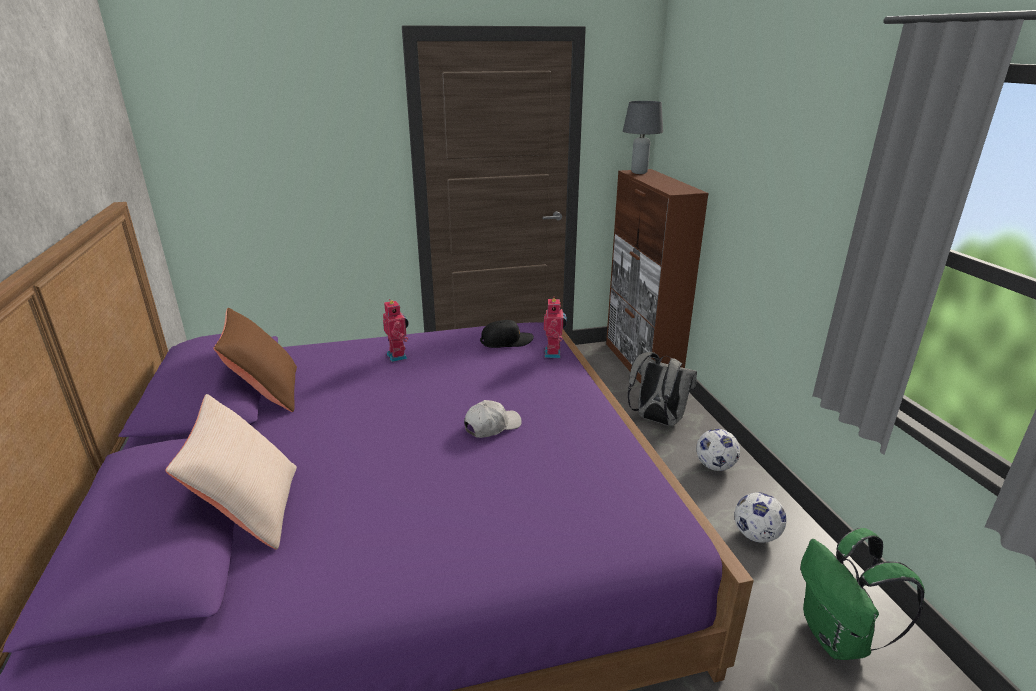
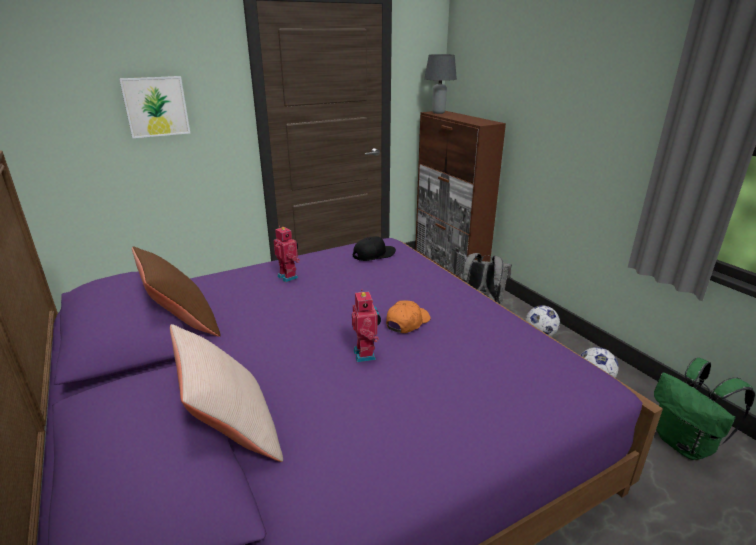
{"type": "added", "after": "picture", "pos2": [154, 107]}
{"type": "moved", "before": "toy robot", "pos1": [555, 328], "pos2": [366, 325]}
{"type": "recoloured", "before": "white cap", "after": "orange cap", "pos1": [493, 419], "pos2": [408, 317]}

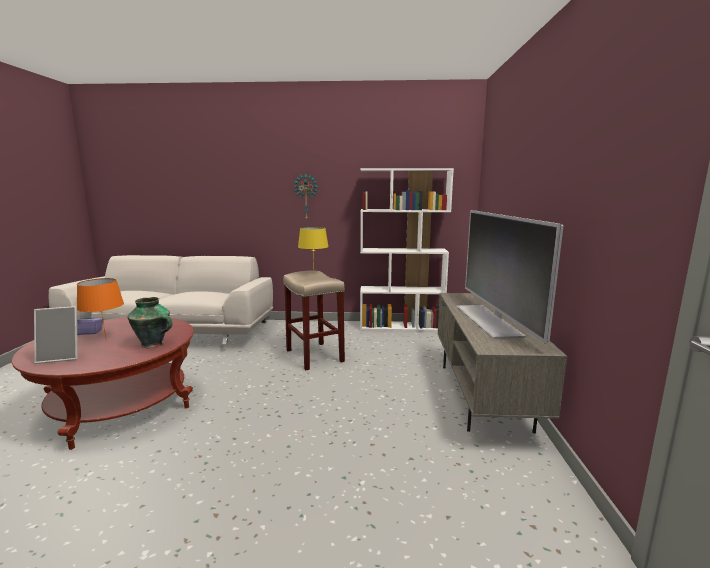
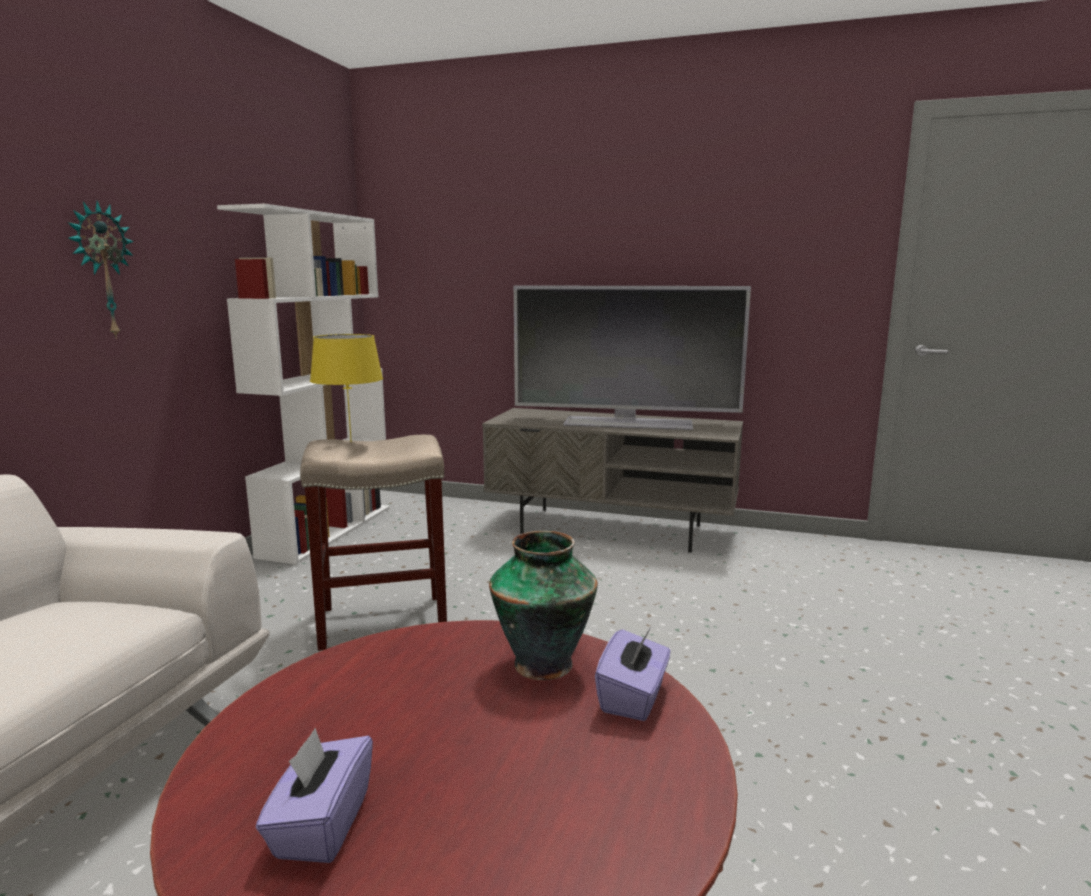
{"type": "added", "after": "purple tissue box", "pos2": [632, 675]}
{"type": "removed", "before": "picture frame", "pos1": [56, 335]}
{"type": "removed", "before": "orange table lamp", "pos1": [100, 309]}

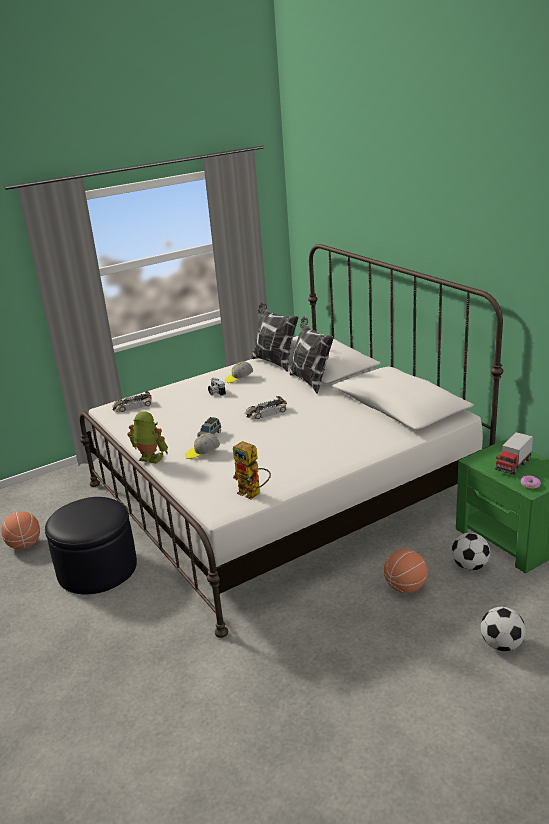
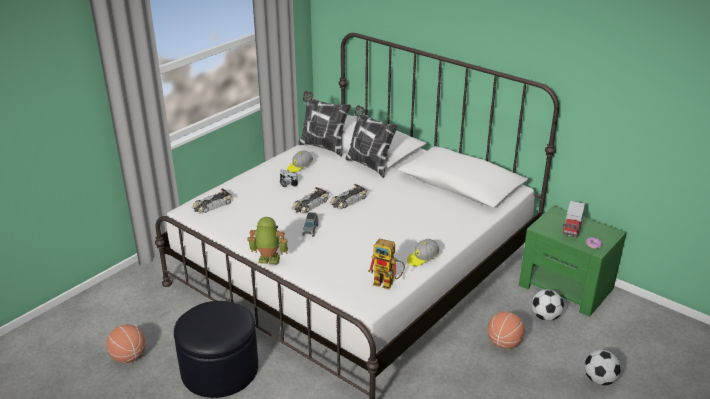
{"type": "added", "after": "toy car", "pos2": [310, 200]}
{"type": "moved", "before": "cap", "pos1": [202, 446], "pos2": [423, 252]}

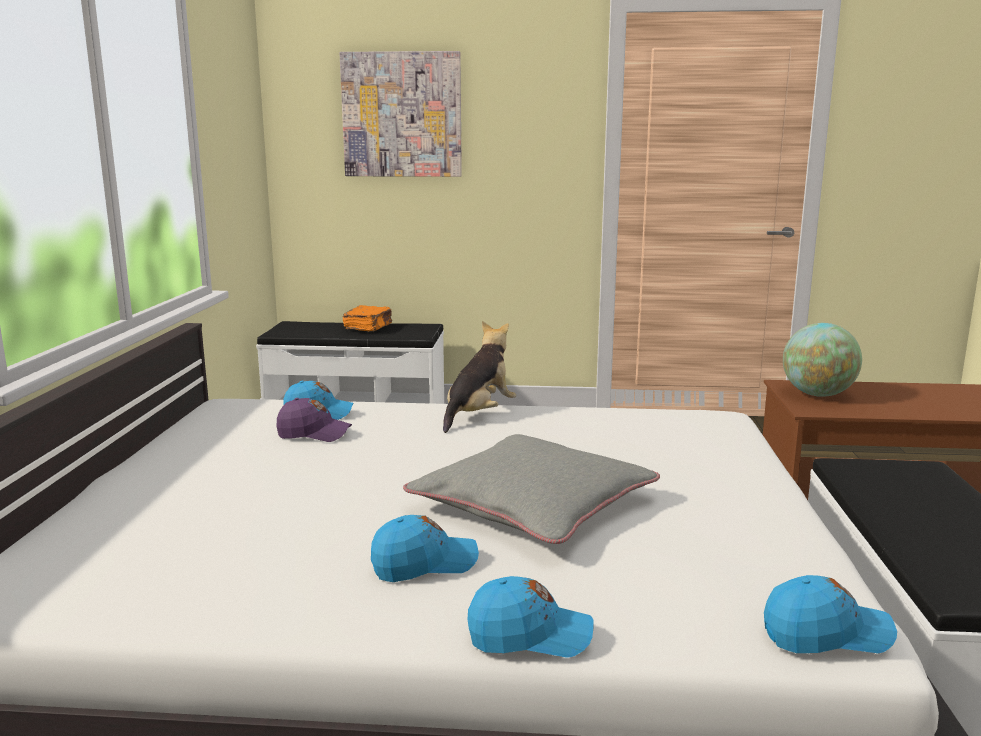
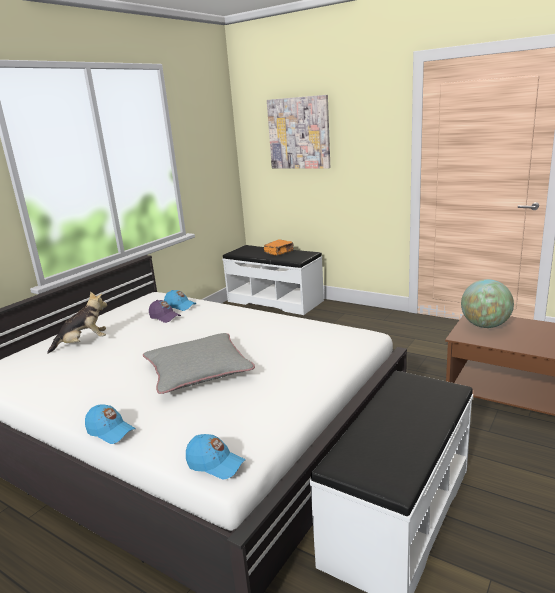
{"type": "moved", "before": "plush toy", "pos1": [479, 377], "pos2": [77, 322]}
{"type": "removed", "before": "blue cap", "pos1": [425, 548]}

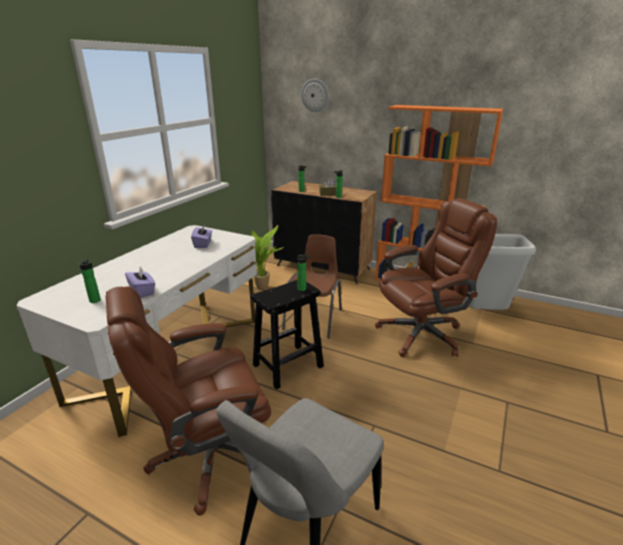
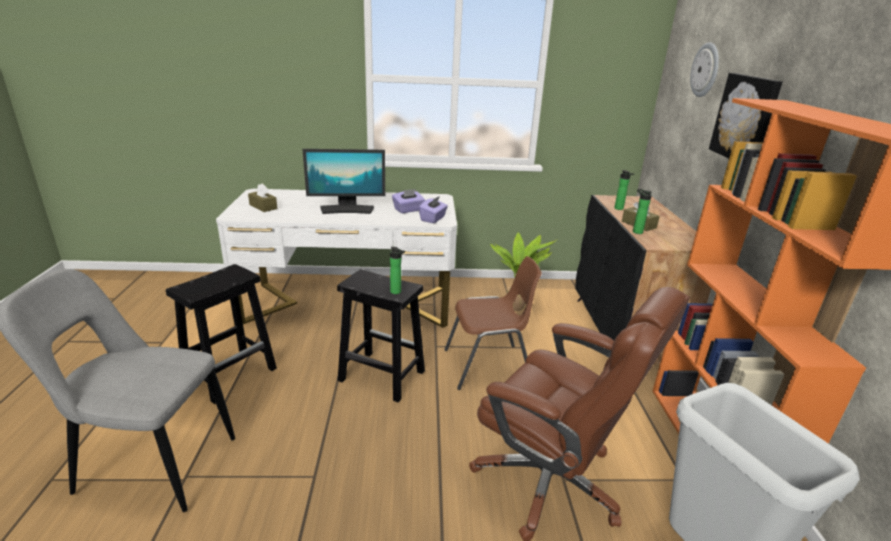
{"type": "replaced", "before": "brown office chair", "after": "black stool", "pos1": [188, 401], "pos2": [221, 334]}
{"type": "replaced", "before": "bottle", "after": "brown tissue box", "pos1": [90, 280], "pos2": [262, 197]}
{"type": "added", "after": "monitor", "pos2": [344, 181]}
{"type": "moved", "before": "purple tissue box", "pos1": [140, 282], "pos2": [433, 209]}
{"type": "added", "after": "picture", "pos2": [745, 115]}

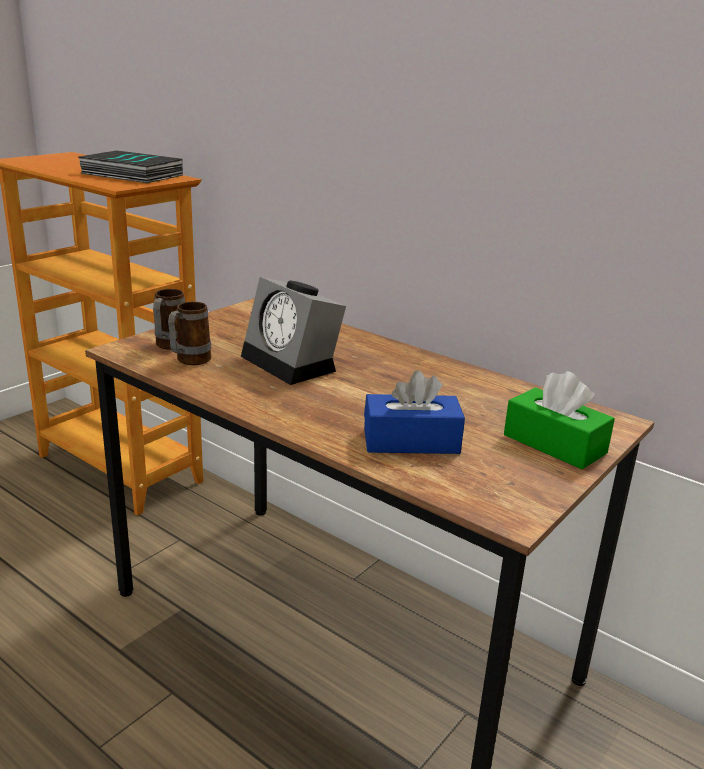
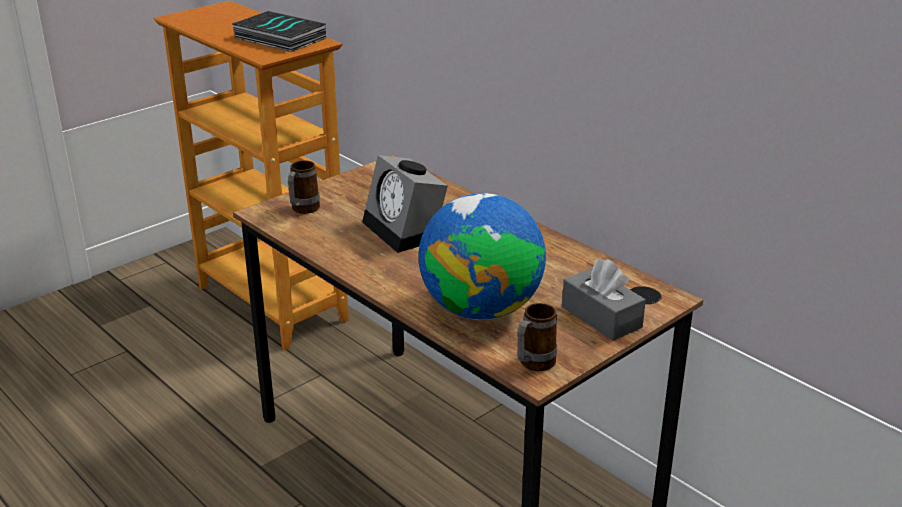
{"type": "replaced", "before": "blue tissue box", "after": "globe", "pos1": [414, 412], "pos2": [482, 256]}
{"type": "moved", "before": "mug", "pos1": [189, 333], "pos2": [537, 337]}
{"type": "recoloured", "before": "green tissue box", "after": "grey tissue box", "pos1": [559, 420], "pos2": [604, 300]}

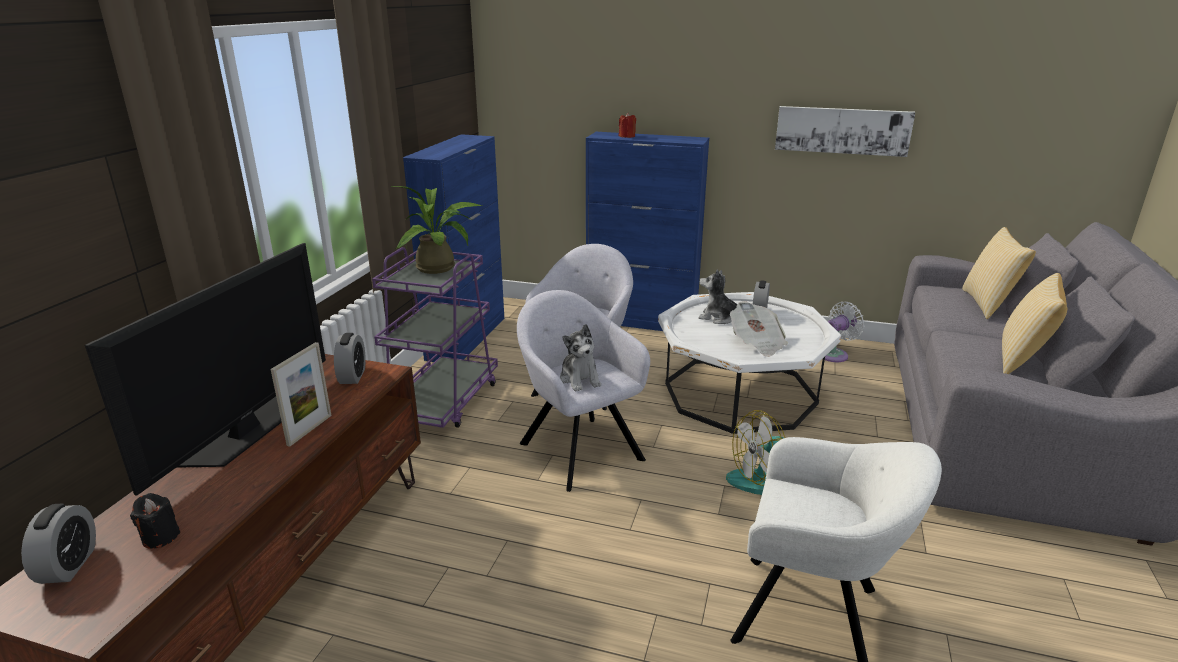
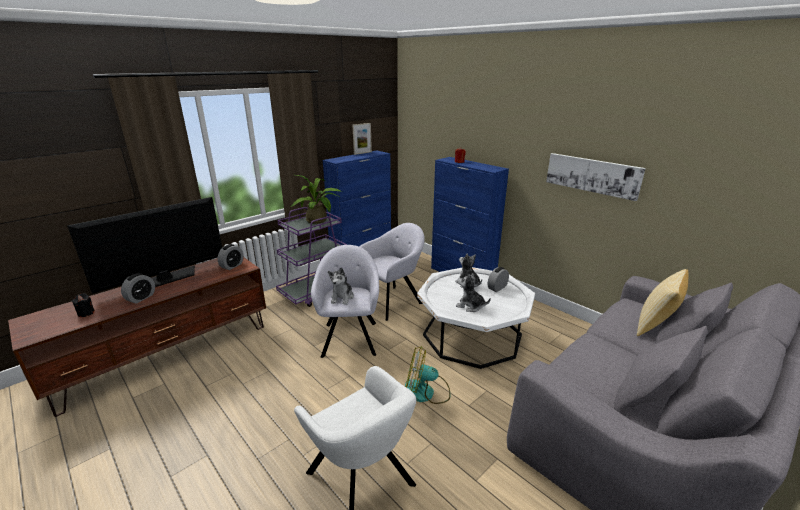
{"type": "moved", "before": "alarm clock", "pos1": [58, 544], "pos2": [138, 288]}
{"type": "moved", "before": "picture frame", "pos1": [301, 394], "pos2": [362, 139]}
{"type": "replaced", "before": "newspaper", "after": "plush toy", "pos1": [759, 329], "pos2": [473, 292]}
{"type": "removed", "before": "white fan", "pos1": [845, 332]}
{"type": "removed", "before": "pillow", "pos1": [1034, 323]}

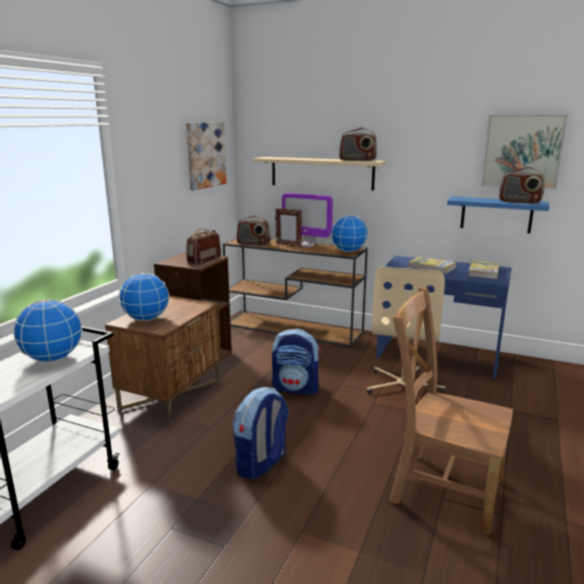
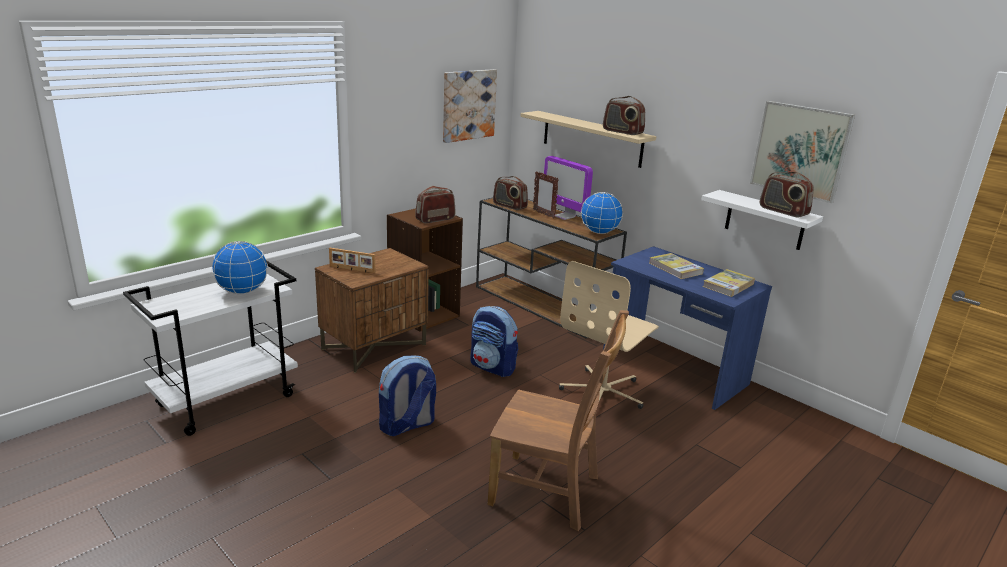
{"type": "replaced", "before": "globe", "after": "picture frame", "pos1": [144, 296], "pos2": [352, 260]}
{"type": "turned", "before": "brown chair", "pos1": [451, 411], "pos2": [558, 420], "turn": 150}
{"type": "recoloured", "before": "blue shelf", "after": "white shelf", "pos1": [498, 214], "pos2": [762, 220]}

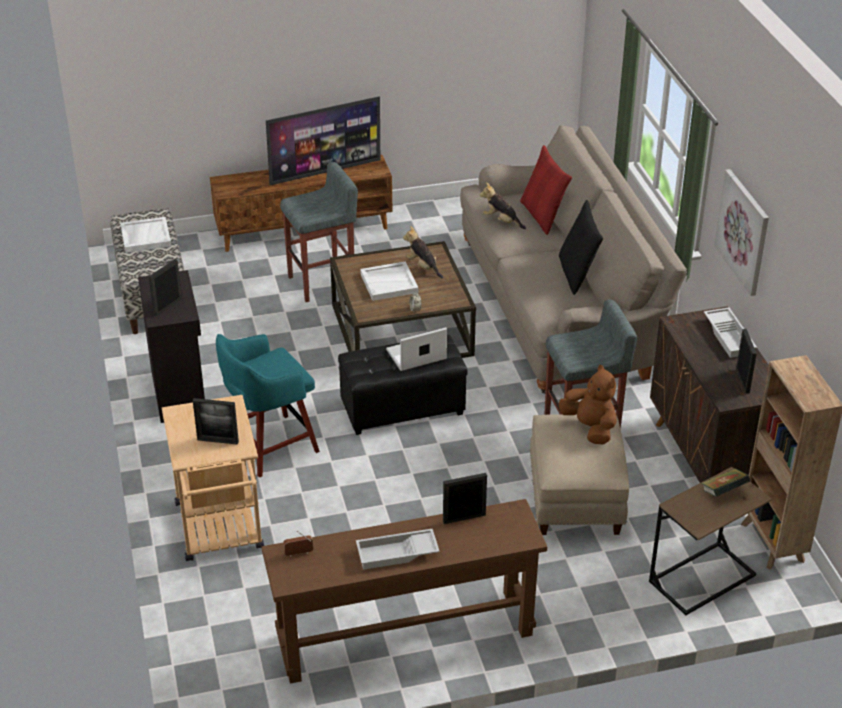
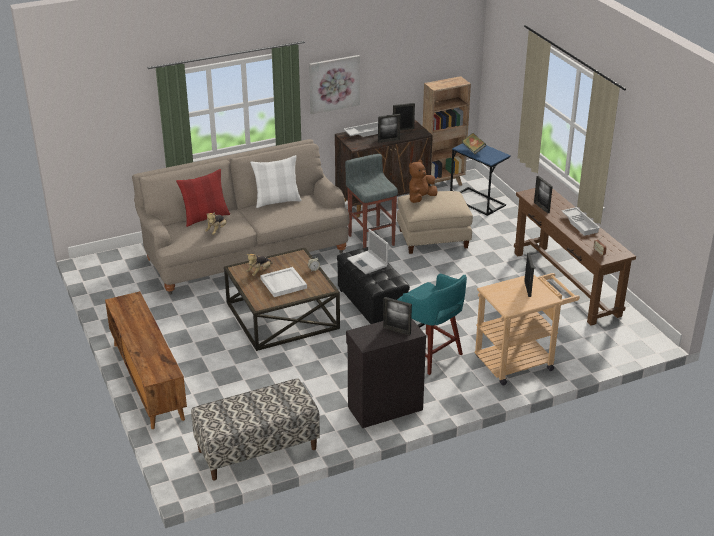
{"type": "recoloured", "before": "black pillow", "after": "white pillow", "pos1": [581, 247], "pos2": [276, 181]}
{"type": "added", "after": "picture frame", "pos2": [389, 128]}
{"type": "recoloured", "before": "brown side table", "after": "blue side table", "pos1": [710, 541], "pos2": [480, 179]}
{"type": "removed", "before": "white tray", "pos1": [145, 235]}
{"type": "removed", "before": "television", "pos1": [323, 140]}
{"type": "removed", "before": "grey stool", "pos1": [319, 232]}

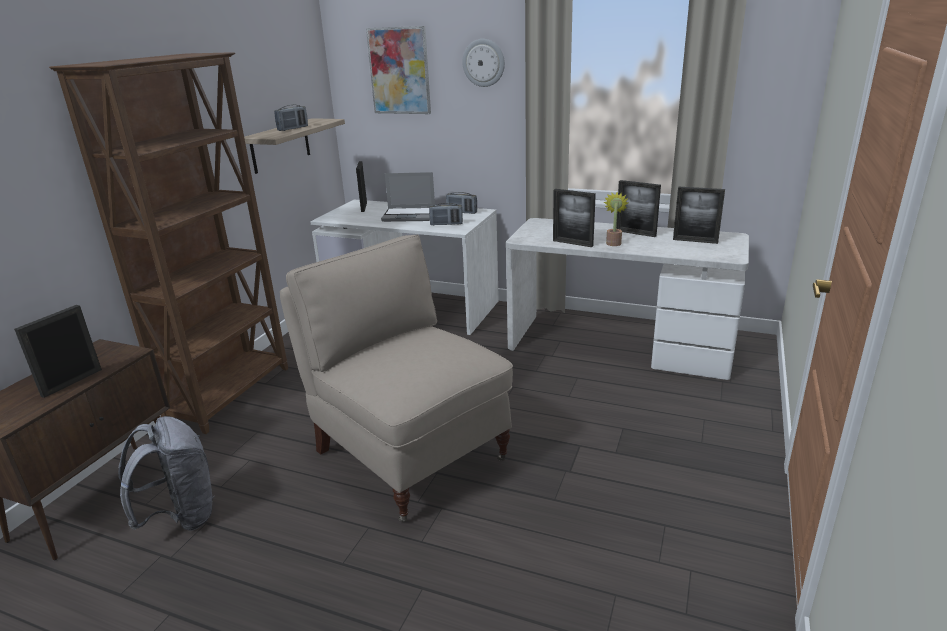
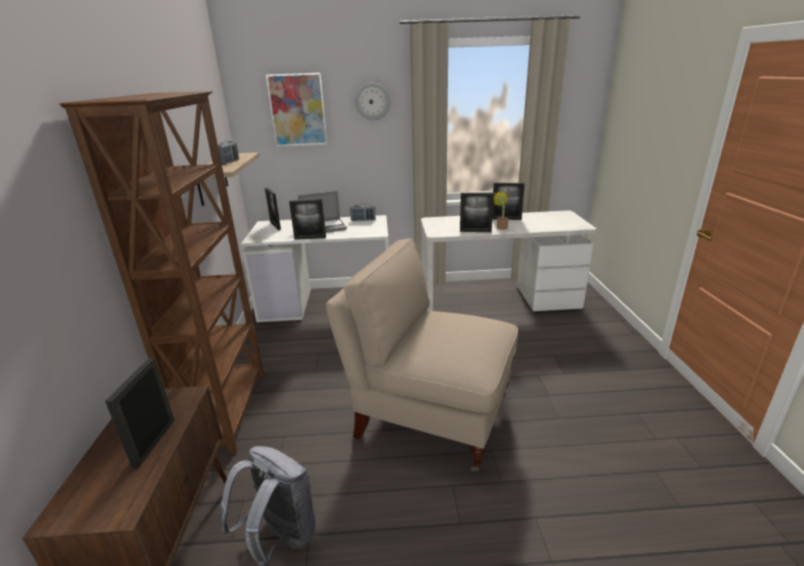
{"type": "moved", "before": "picture frame", "pos1": [699, 215], "pos2": [307, 219]}
{"type": "removed", "before": "radio", "pos1": [446, 214]}

